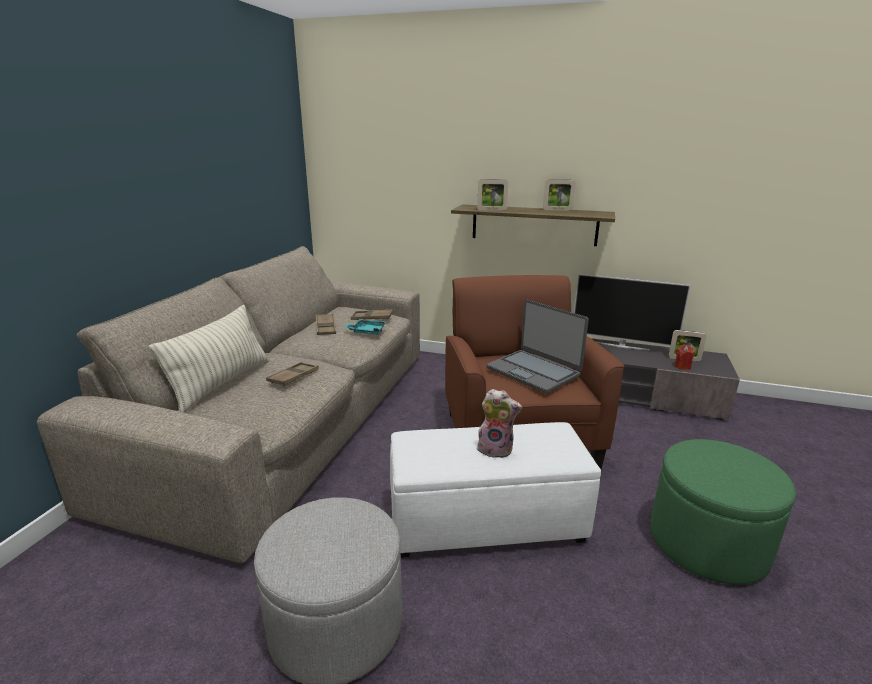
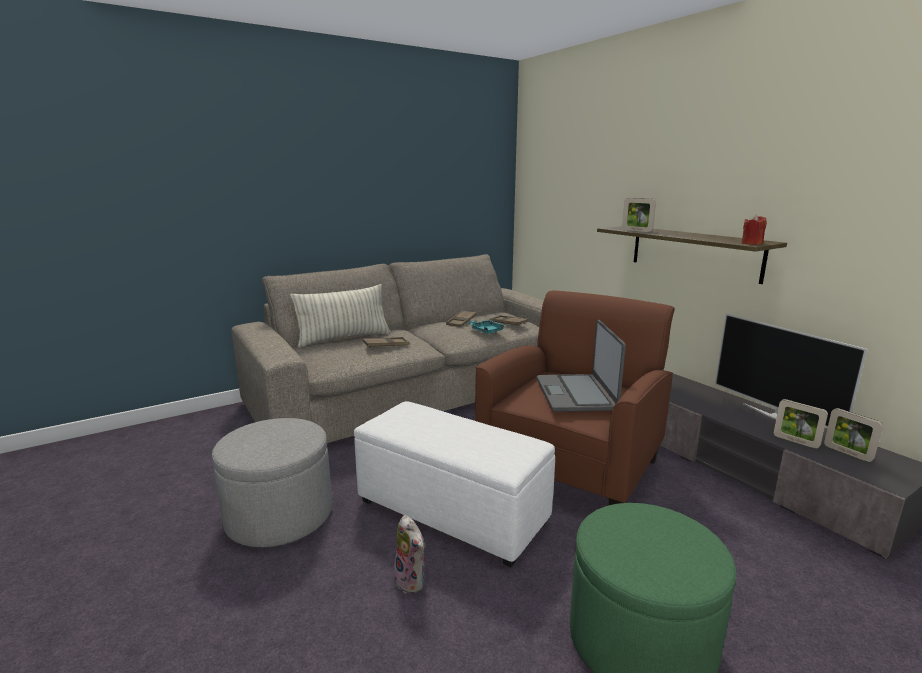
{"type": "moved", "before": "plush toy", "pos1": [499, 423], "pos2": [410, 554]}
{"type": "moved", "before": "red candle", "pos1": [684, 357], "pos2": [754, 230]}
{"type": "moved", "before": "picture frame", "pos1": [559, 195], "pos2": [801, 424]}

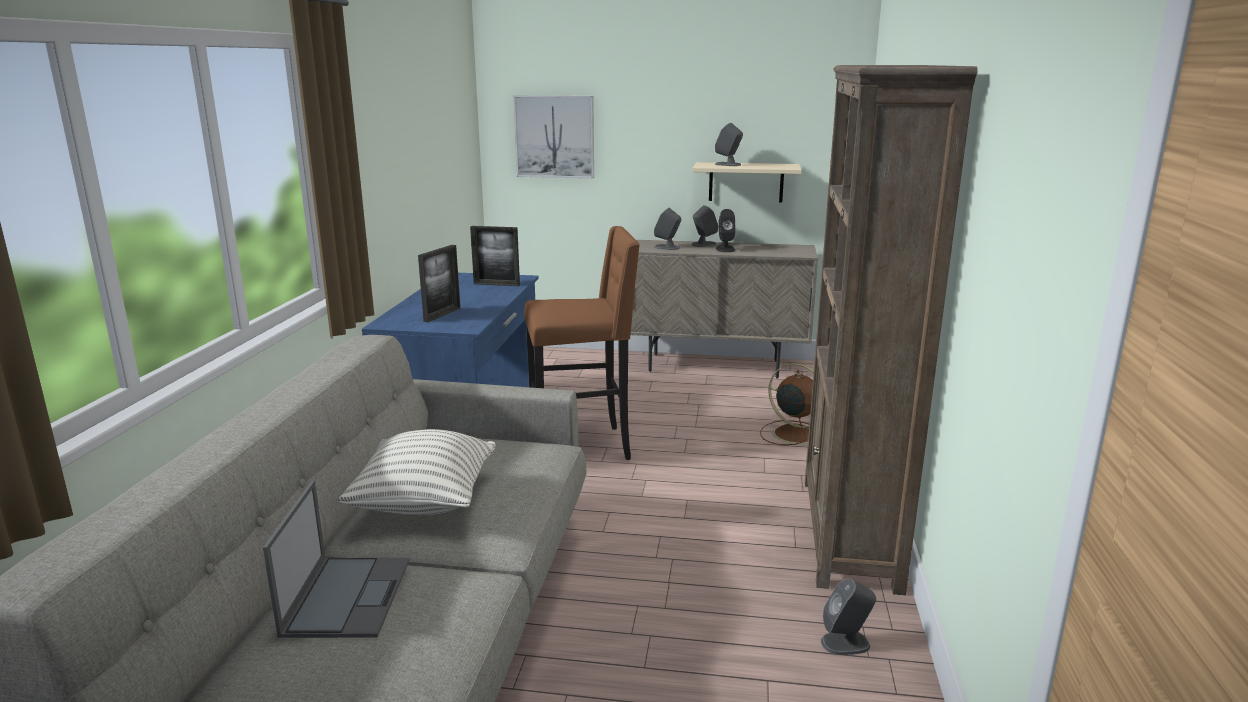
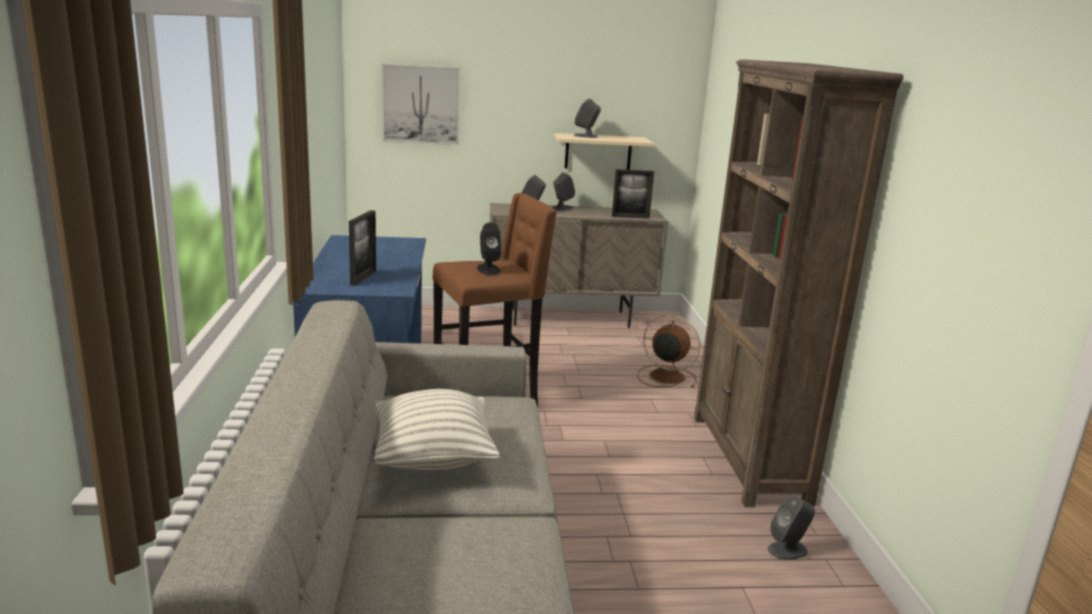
{"type": "moved", "before": "black speaker", "pos1": [725, 230], "pos2": [489, 248]}
{"type": "moved", "before": "picture frame", "pos1": [495, 256], "pos2": [633, 194]}
{"type": "removed", "before": "laptop", "pos1": [336, 559]}

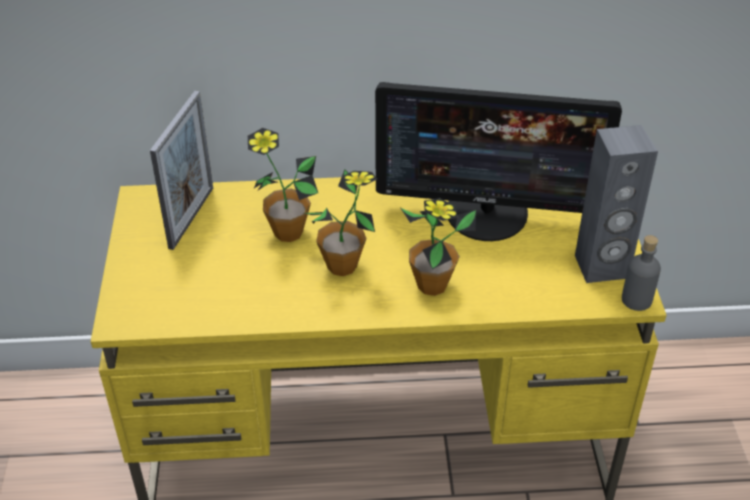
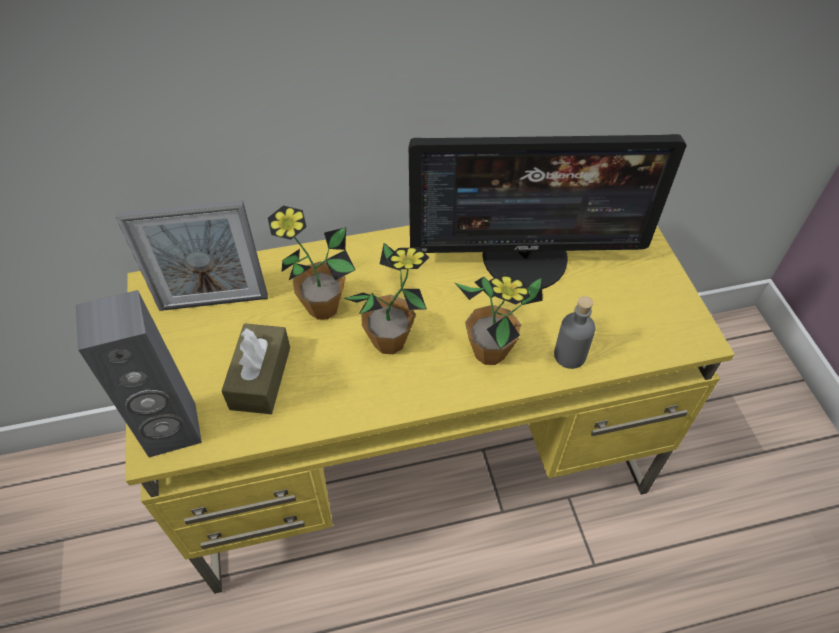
{"type": "moved", "before": "grey speaker", "pos1": [616, 204], "pos2": [139, 373]}
{"type": "turned", "before": "picture frame", "pos1": [181, 170], "pos2": [192, 255], "turn": 75}
{"type": "added", "after": "brown tissue box", "pos2": [256, 369]}
{"type": "moved", "before": "grey bottle", "pos1": [641, 273], "pos2": [574, 332]}

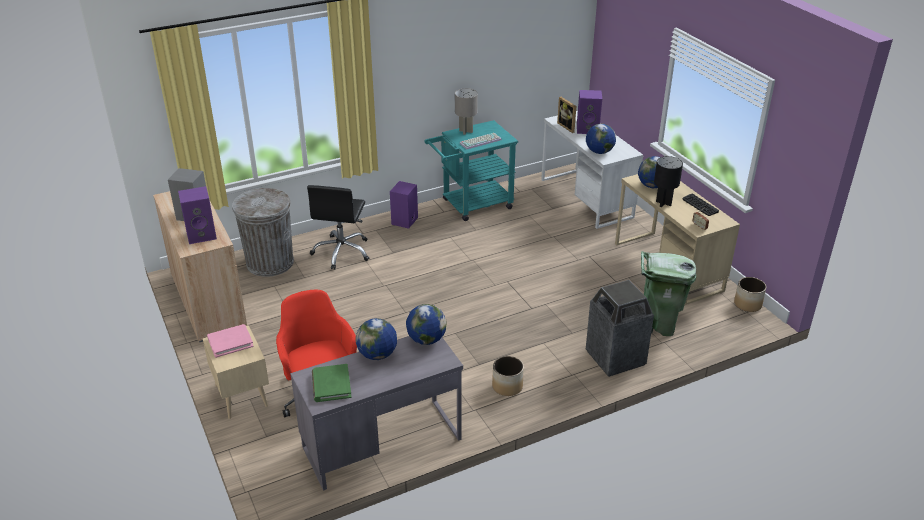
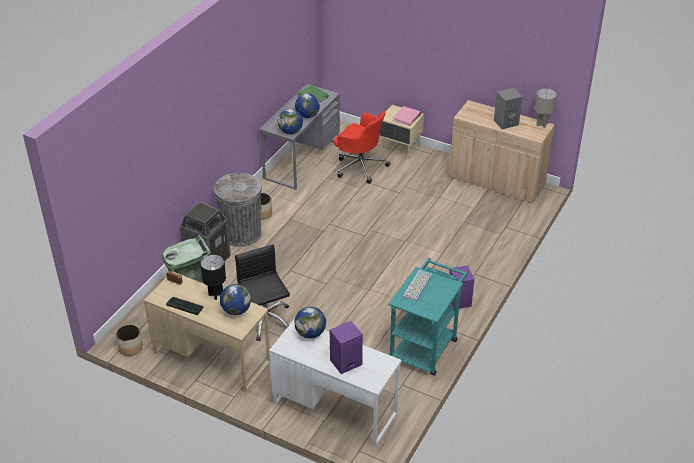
{"type": "moved", "before": "grey trash can", "pos1": [263, 232], "pos2": [238, 210]}
{"type": "moved", "before": "black office chair", "pos1": [338, 227], "pos2": [262, 292]}
{"type": "moved", "before": "grey table lamp", "pos1": [466, 111], "pos2": [546, 108]}
{"type": "removed", "before": "purple speaker", "pos1": [197, 215]}
{"type": "removed", "before": "picture frame", "pos1": [566, 115]}

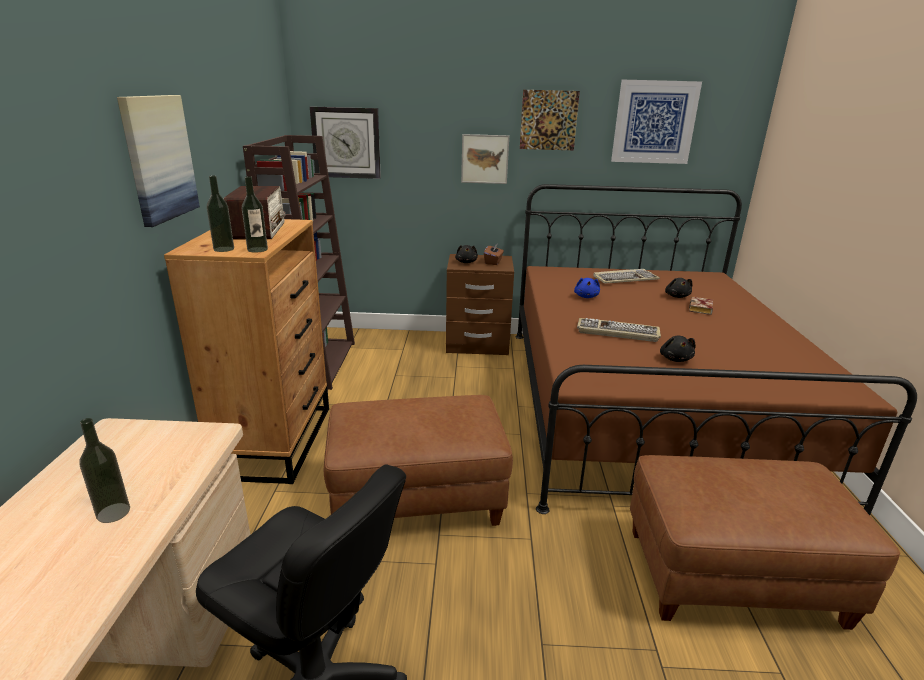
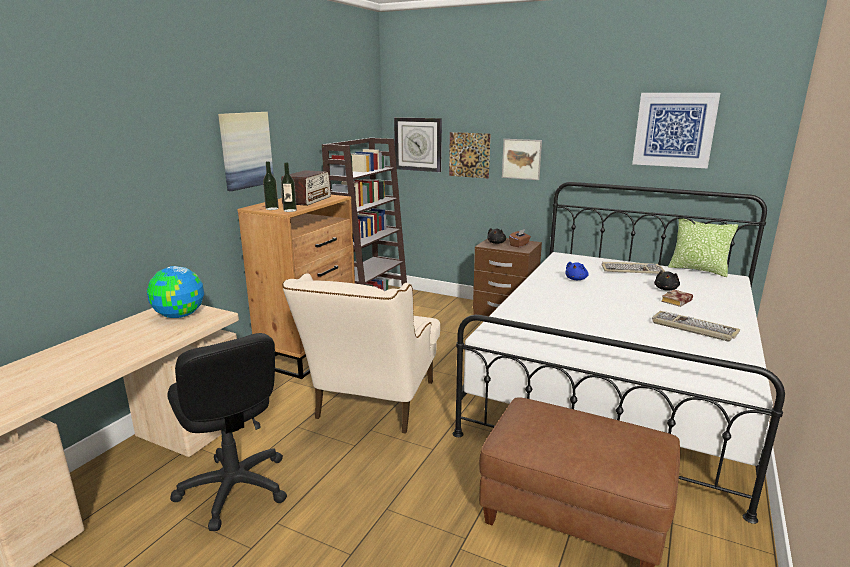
{"type": "added", "after": "globe", "pos2": [175, 292]}
{"type": "replaced", "before": "brown ottoman", "after": "beige armchair", "pos1": [418, 460], "pos2": [361, 353]}
{"type": "moved", "before": "picture", "pos1": [550, 120], "pos2": [470, 155]}
{"type": "recoloured", "before": "brown bed", "after": "white bed", "pos1": [716, 349], "pos2": [619, 353]}
{"type": "moved", "before": "keyboard", "pos1": [619, 330], "pos2": [696, 326]}
{"type": "added", "after": "pillow", "pos2": [703, 247]}
{"type": "removed", "before": "bottle", "pos1": [105, 470]}
{"type": "removed", "before": "black plush toy", "pos1": [678, 349]}

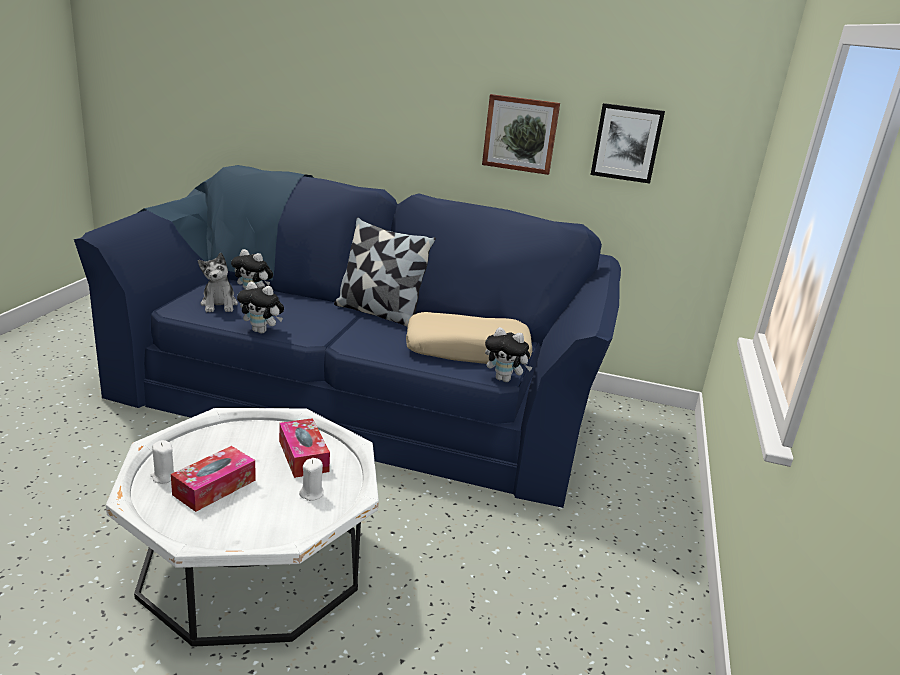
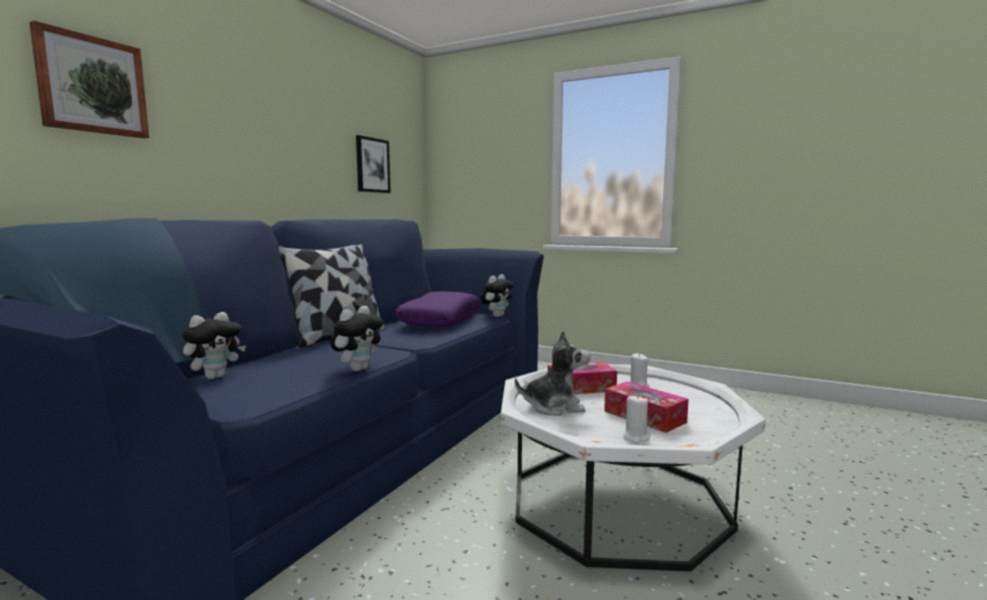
{"type": "moved", "before": "picture", "pos1": [521, 134], "pos2": [89, 79]}
{"type": "recoloured", "before": "beige pillow", "after": "purple pillow", "pos1": [469, 338], "pos2": [437, 309]}
{"type": "moved", "before": "plush toy", "pos1": [218, 282], "pos2": [553, 373]}

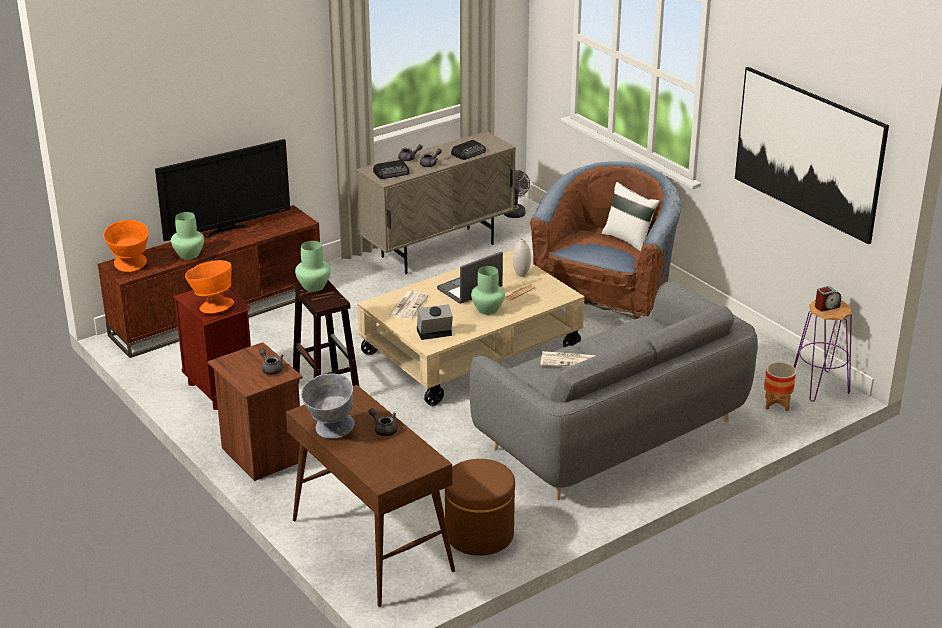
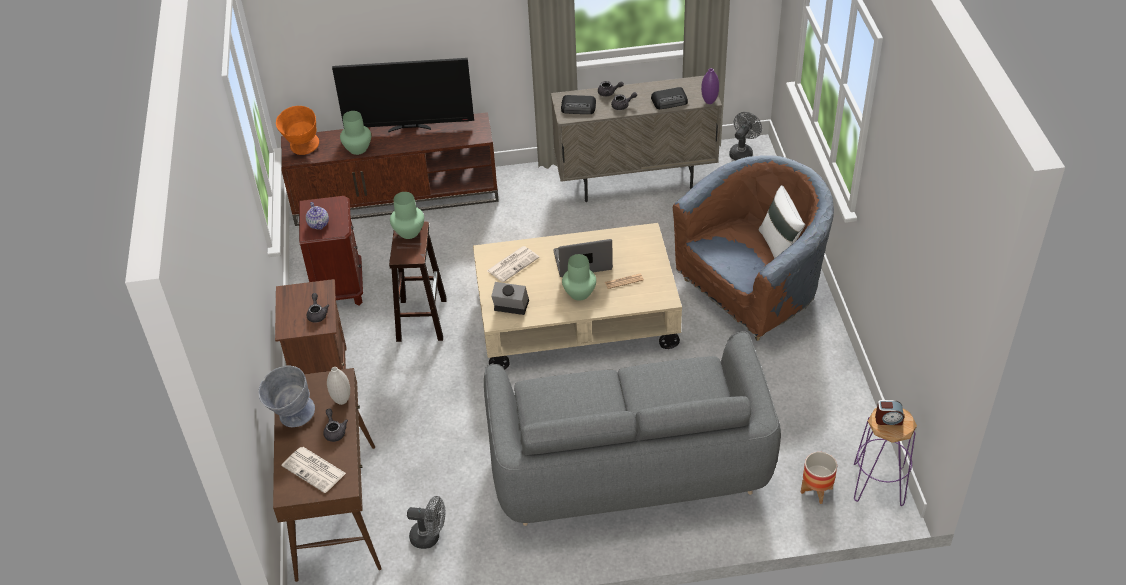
{"type": "moved", "before": "newspaper", "pos1": [568, 359], "pos2": [314, 470]}
{"type": "replaced", "before": "orange bowl", "after": "teapot", "pos1": [209, 287], "pos2": [317, 216]}
{"type": "moved", "before": "white vase", "pos1": [522, 257], "pos2": [338, 386]}
{"type": "replaced", "before": "brown ottoman", "after": "grey fan", "pos1": [480, 507], "pos2": [426, 522]}
{"type": "added", "after": "purple vase", "pos2": [710, 86]}
{"type": "removed", "before": "picture", "pos1": [812, 155]}

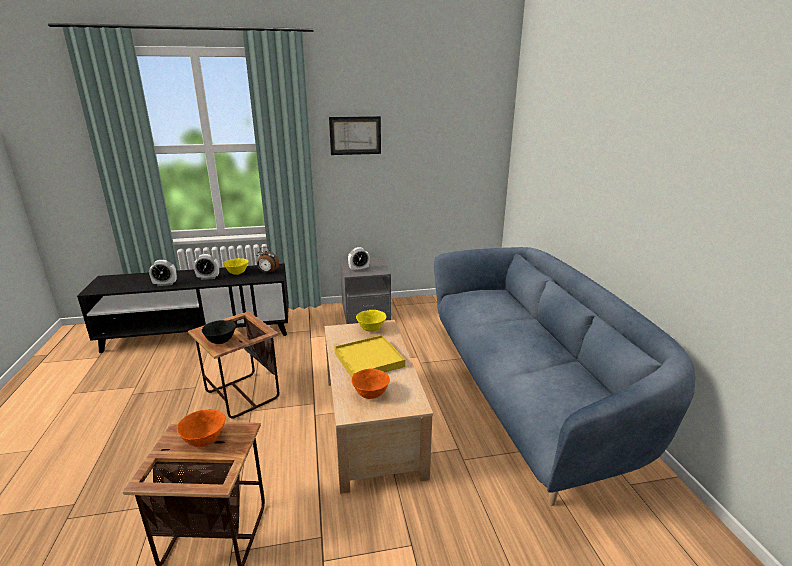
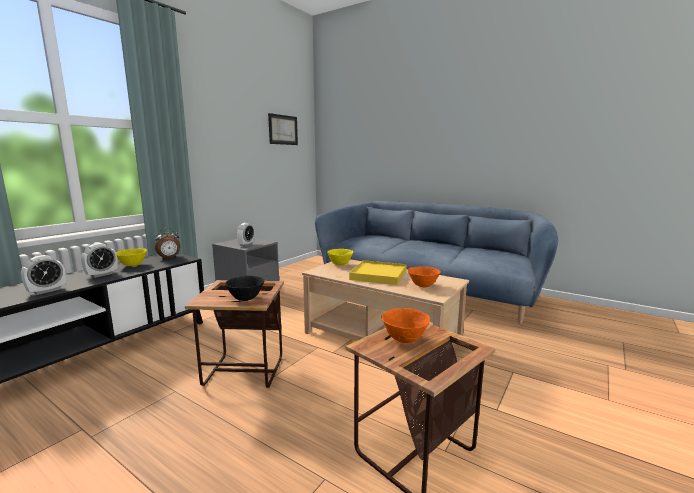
{"type": "moved", "before": "picture", "pos1": [355, 135], "pos2": [283, 129]}

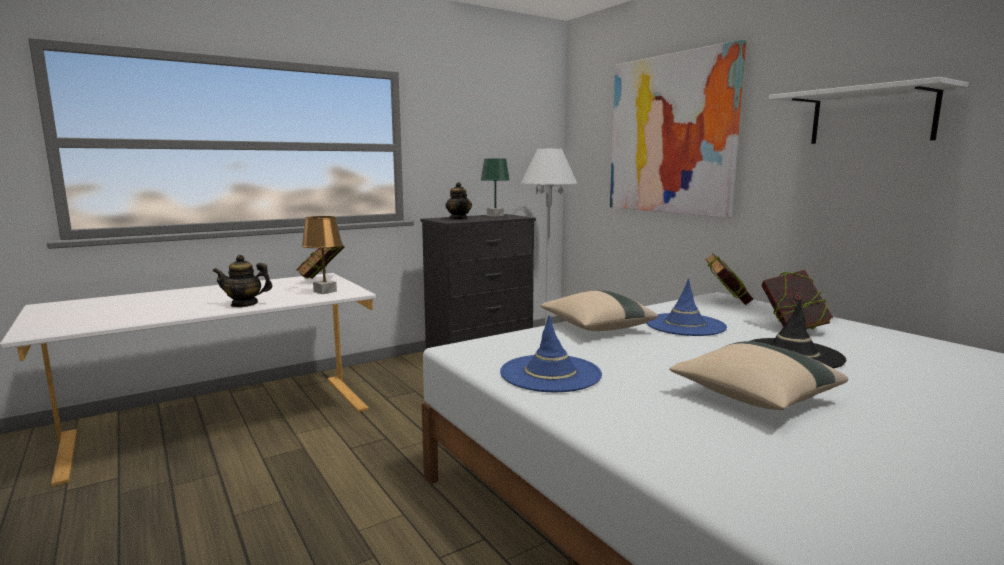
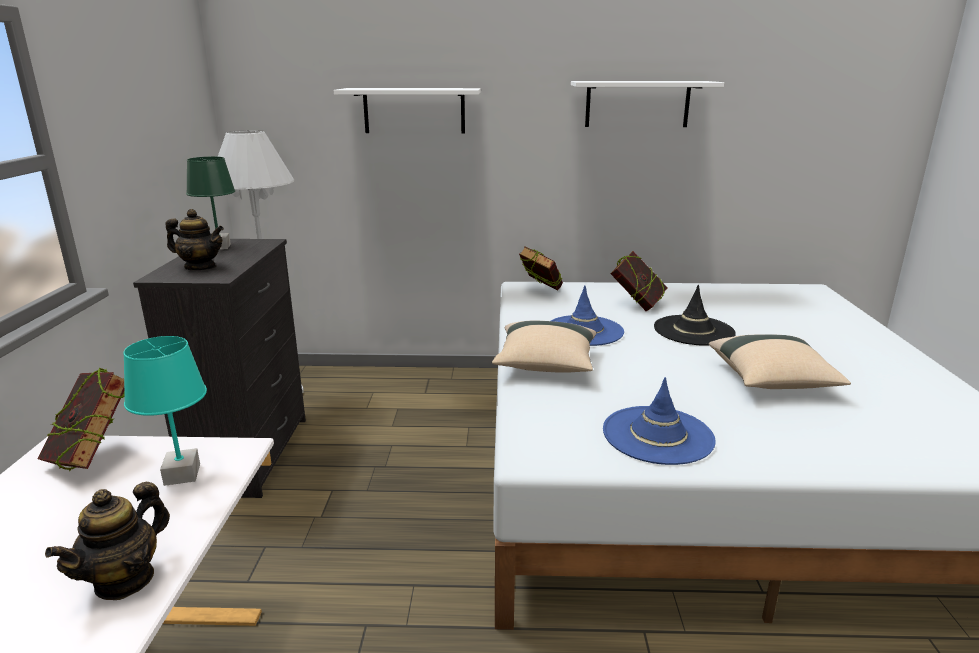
{"type": "recoloured", "before": "brown table lamp", "after": "turquoise table lamp", "pos1": [322, 255], "pos2": [165, 411]}
{"type": "replaced", "before": "picture", "after": "white shelf", "pos1": [678, 129], "pos2": [407, 111]}

